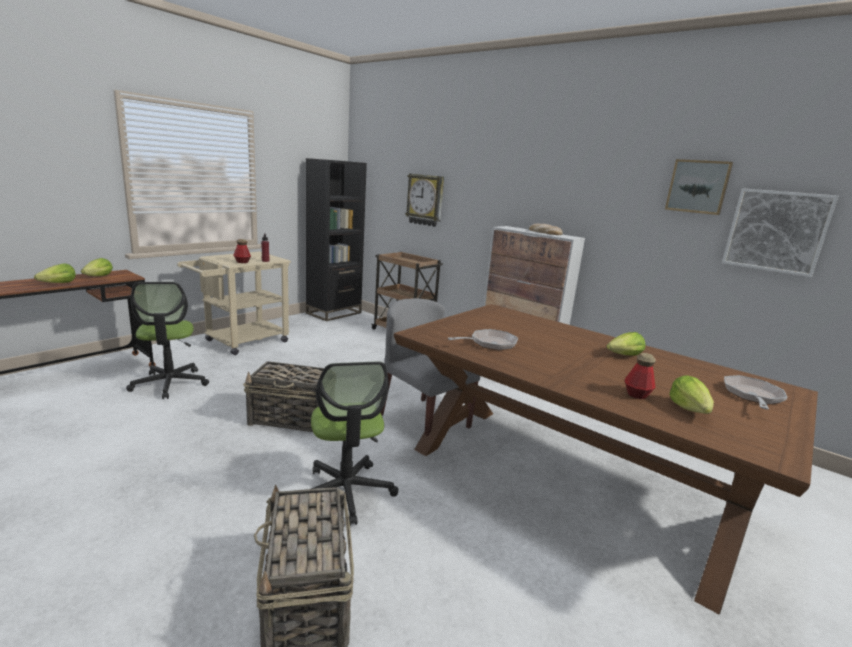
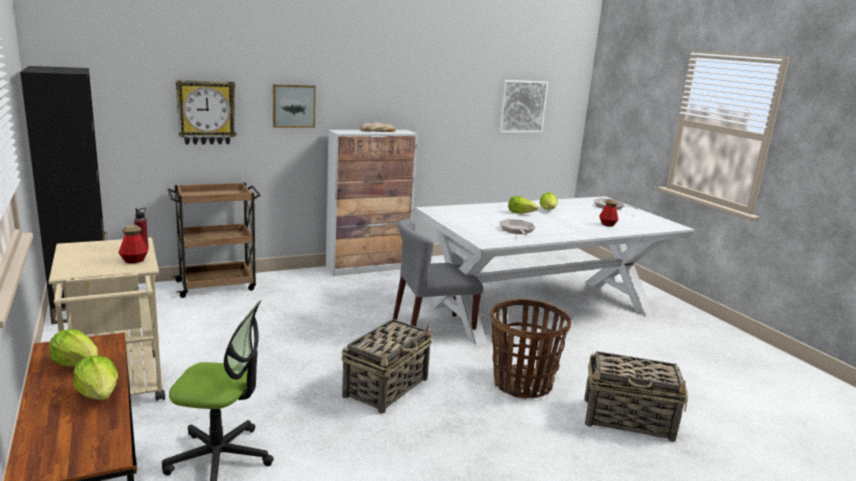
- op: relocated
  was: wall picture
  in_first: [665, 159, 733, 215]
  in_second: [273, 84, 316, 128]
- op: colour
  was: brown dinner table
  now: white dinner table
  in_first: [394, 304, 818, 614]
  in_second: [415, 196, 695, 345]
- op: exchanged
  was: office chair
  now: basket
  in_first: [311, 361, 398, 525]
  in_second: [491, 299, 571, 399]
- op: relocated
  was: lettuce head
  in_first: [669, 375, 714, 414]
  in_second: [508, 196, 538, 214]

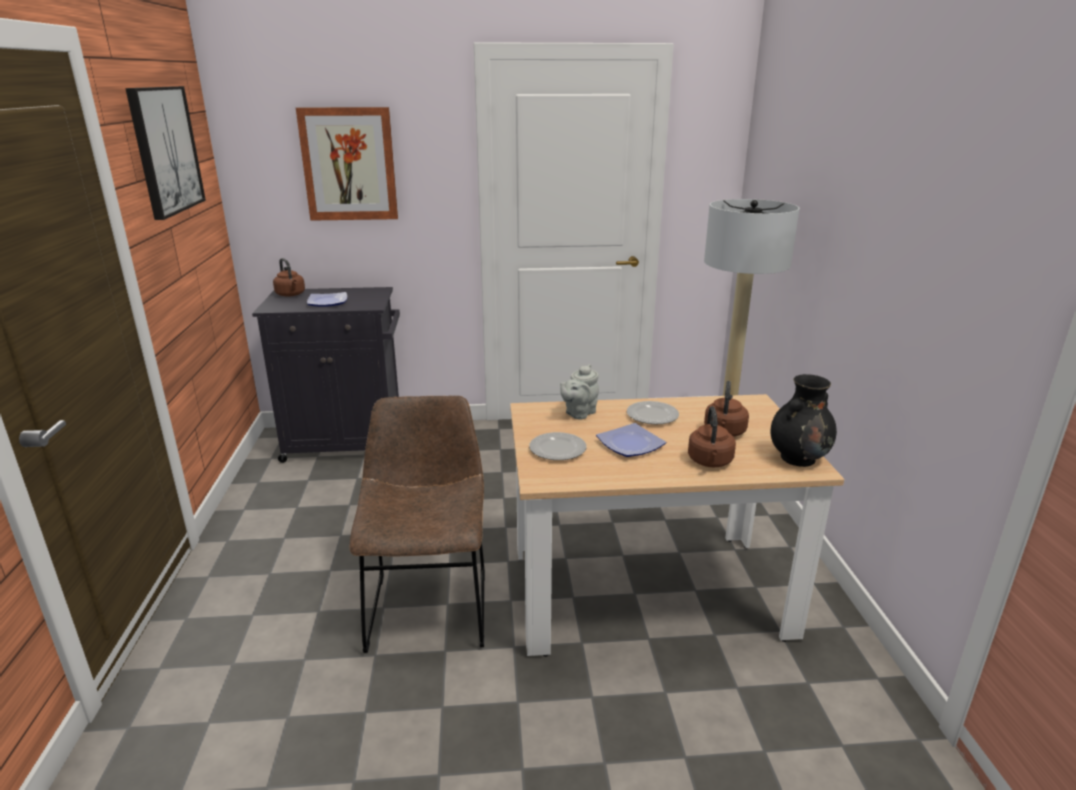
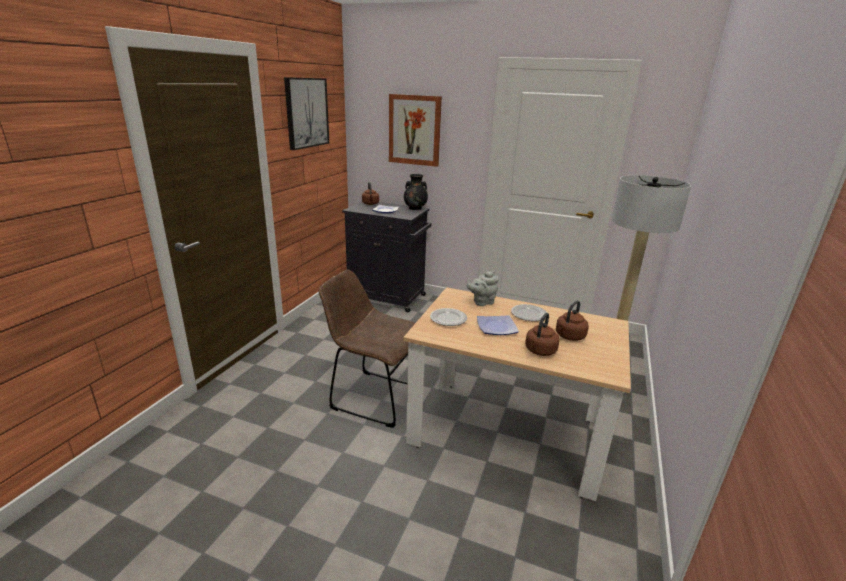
- op: spun
  was: brown plain chair
  in_first: [349, 395, 485, 653]
  in_second: [319, 270, 415, 428]
  clockwise: -90
- op: relocated
  was: black-coloured decorative vase
  in_first: [770, 374, 837, 467]
  in_second: [404, 174, 428, 210]

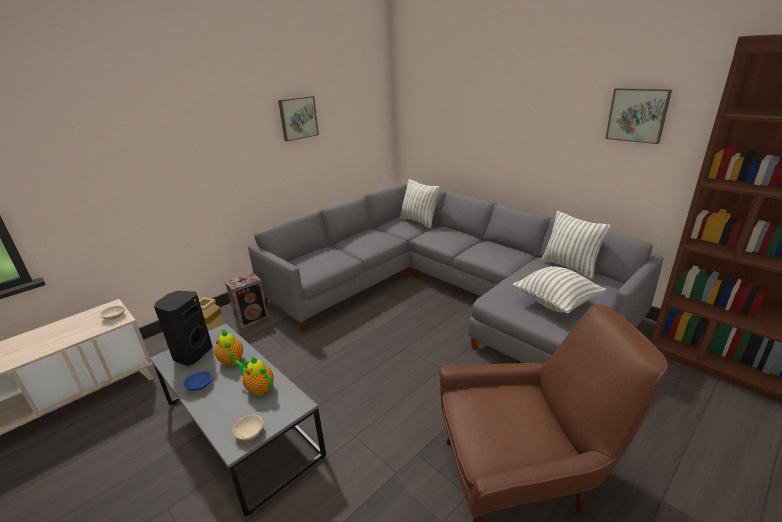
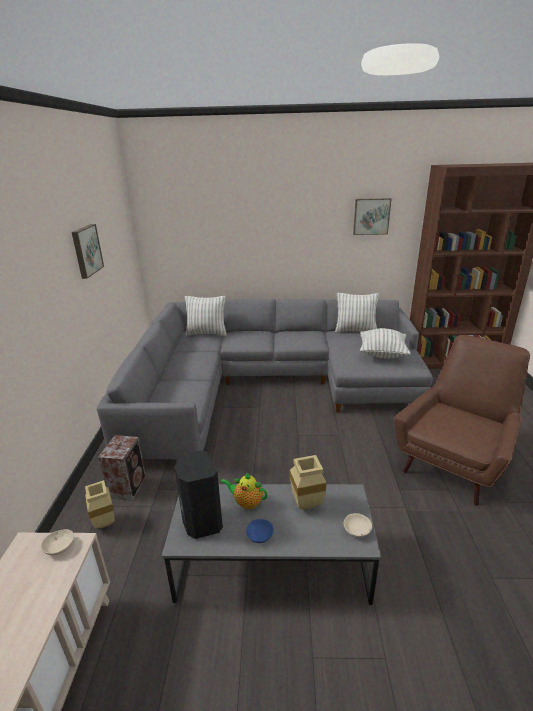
- op: exchanged
  was: pot for tea
  now: sand-coloured decorative vase
  in_first: [234, 356, 274, 396]
  in_second: [290, 455, 327, 510]

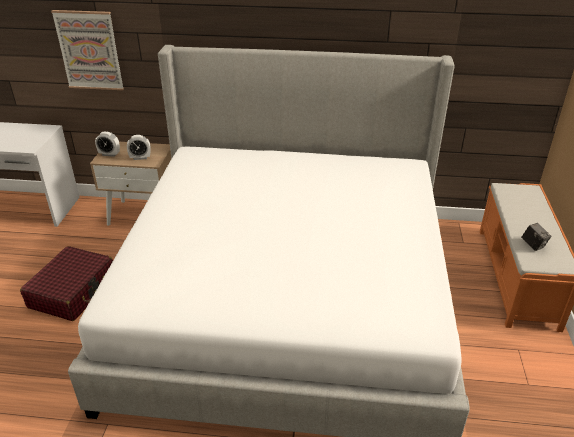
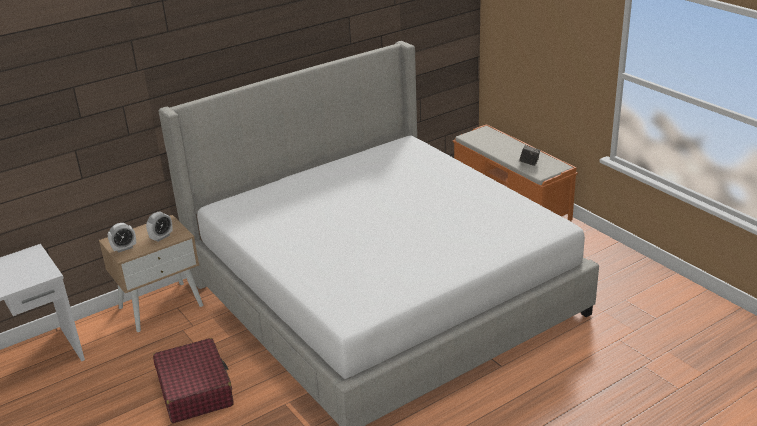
- op: missing
  was: wall picture
  in_first: [51, 10, 124, 90]

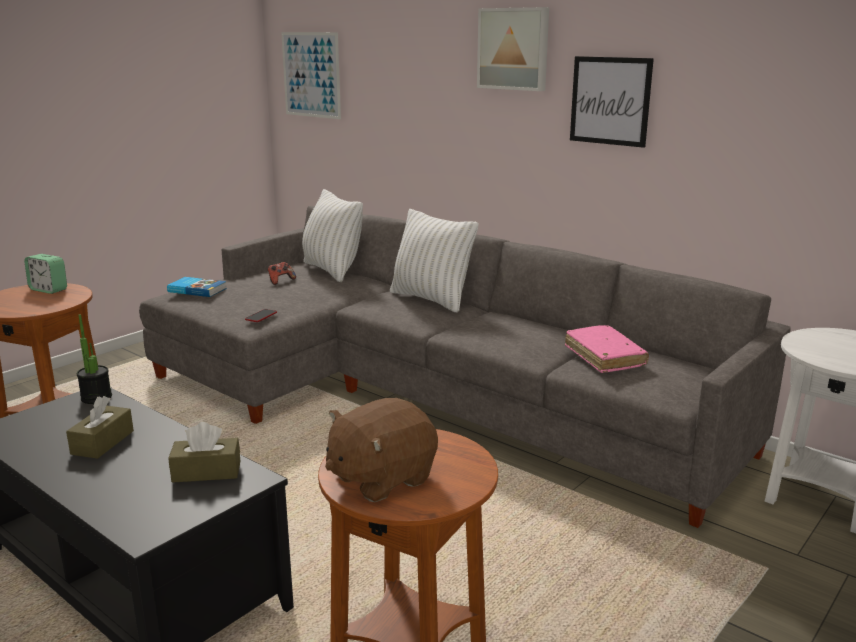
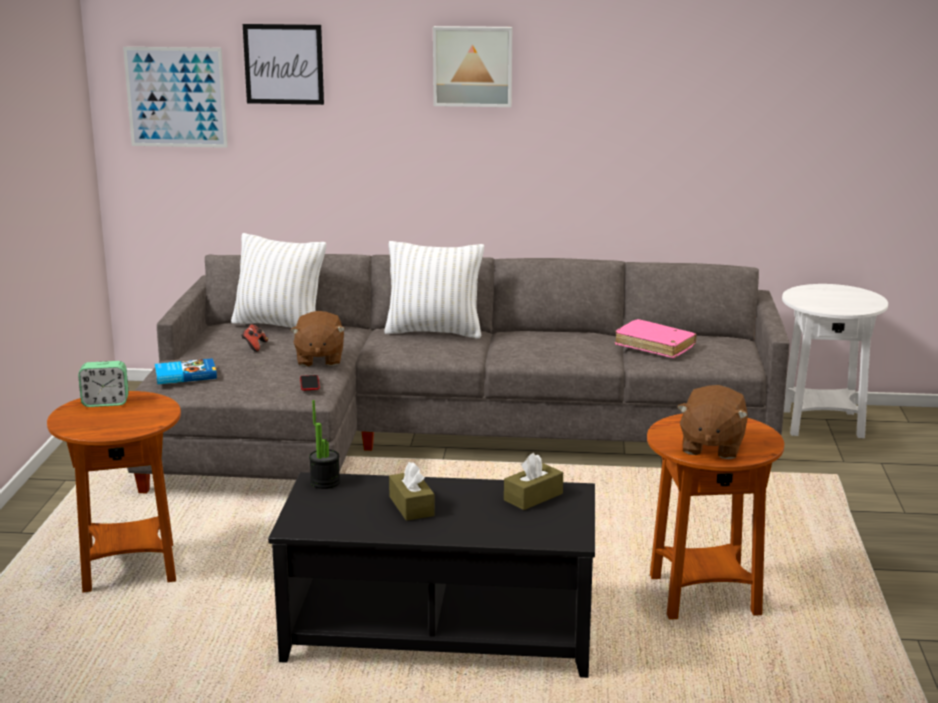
- op: relocated
  was: wall picture
  in_first: [570, 56, 654, 148]
  in_second: [243, 24, 324, 105]
- op: appeared
  now: brown soft toy
  in_second: [290, 311, 345, 366]

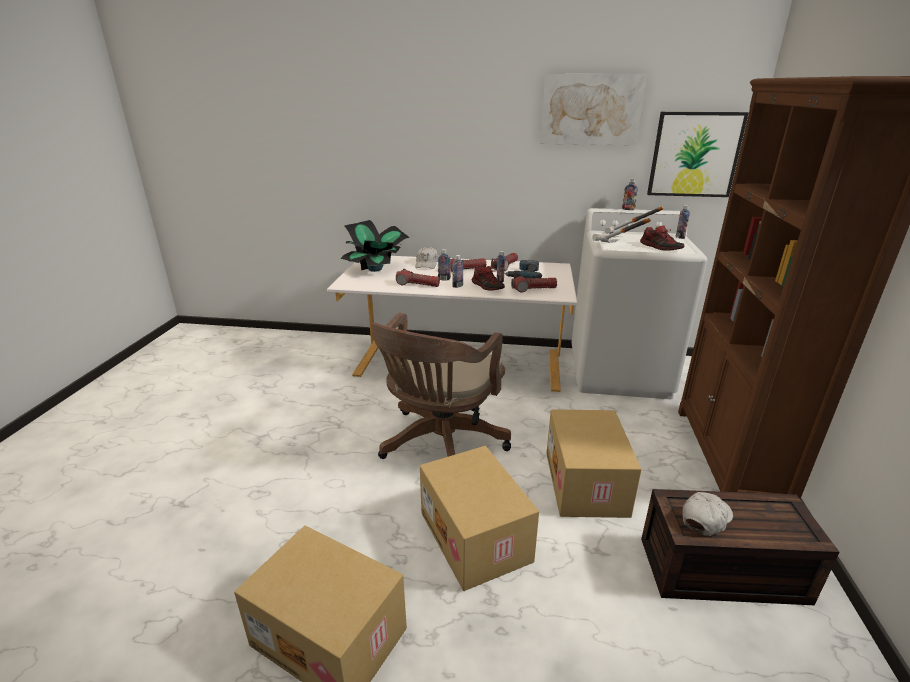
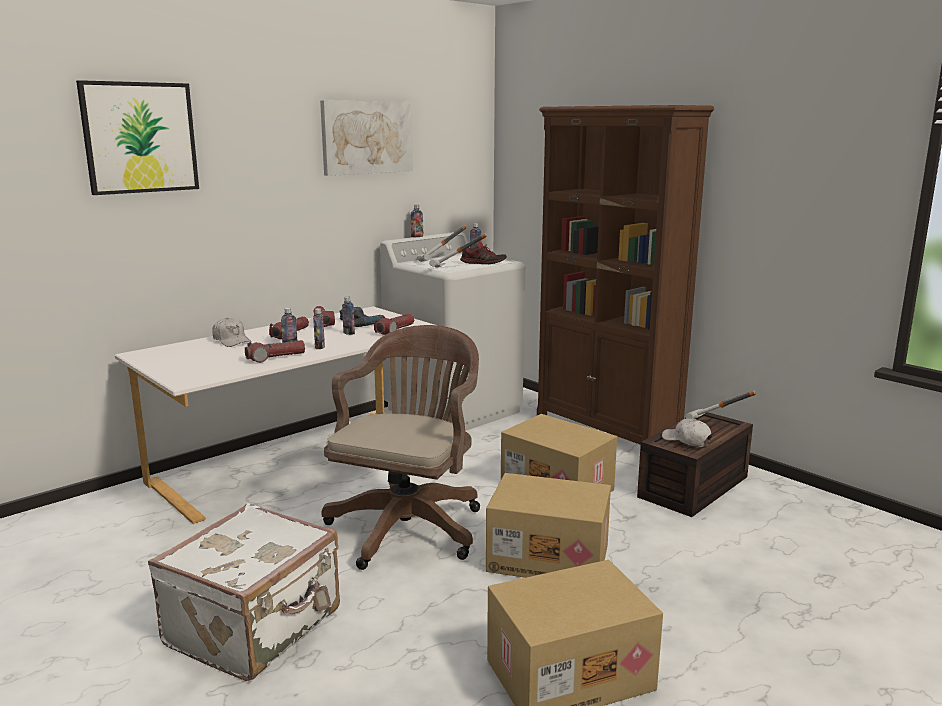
- op: relocated
  was: wall picture
  in_first: [647, 112, 749, 197]
  in_second: [76, 80, 199, 195]
- op: appeared
  now: white suitcase
  in_second: [148, 503, 340, 681]
- op: spun
  was: brown office chair
  in_first: [371, 313, 511, 459]
  in_second: [322, 325, 480, 570]
  clockwise: -135
- op: spun
  was: white cap
  in_first: [682, 492, 733, 536]
  in_second: [662, 418, 712, 447]
  clockwise: -45
- op: appeared
  now: tool hammer
  in_second: [685, 391, 756, 419]
- op: missing
  was: houseplant
  in_first: [341, 220, 410, 272]
- op: missing
  was: low shoe
  in_first: [472, 266, 505, 291]

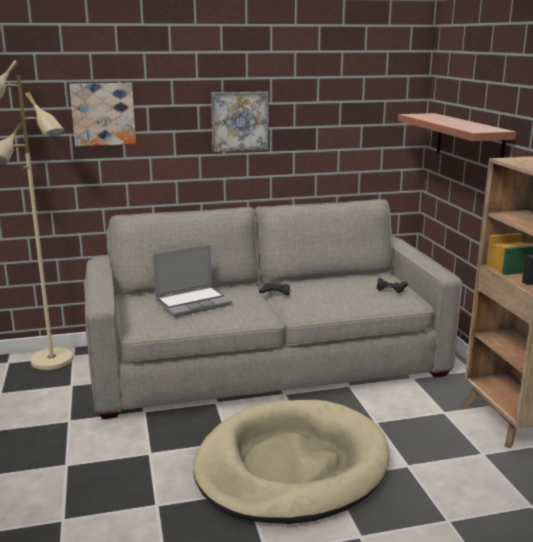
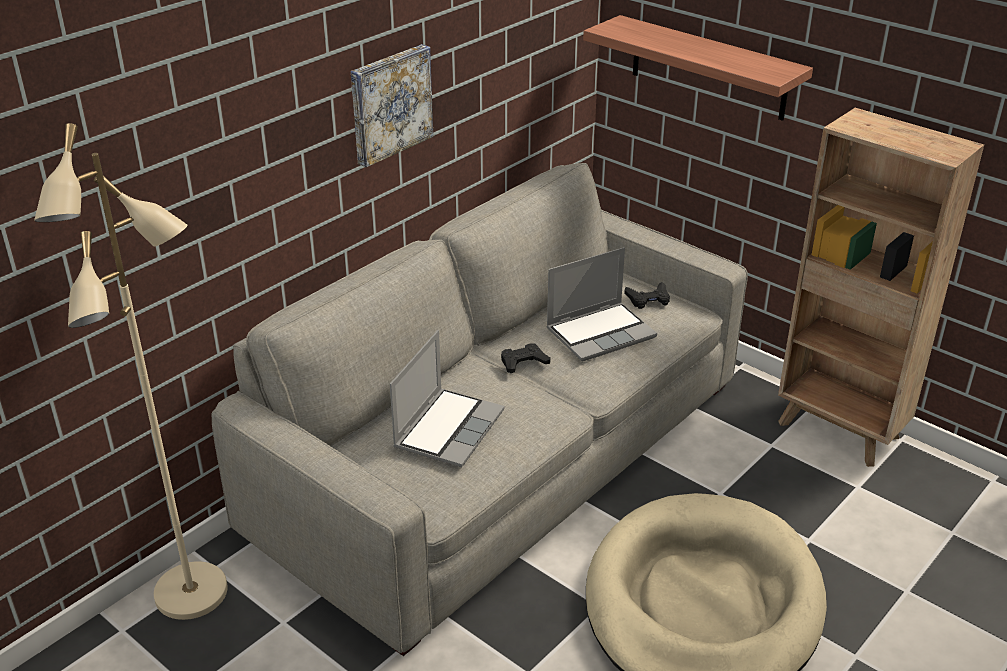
- op: appeared
  now: laptop
  in_second: [546, 247, 657, 362]
- op: missing
  was: wall picture
  in_first: [69, 83, 136, 146]

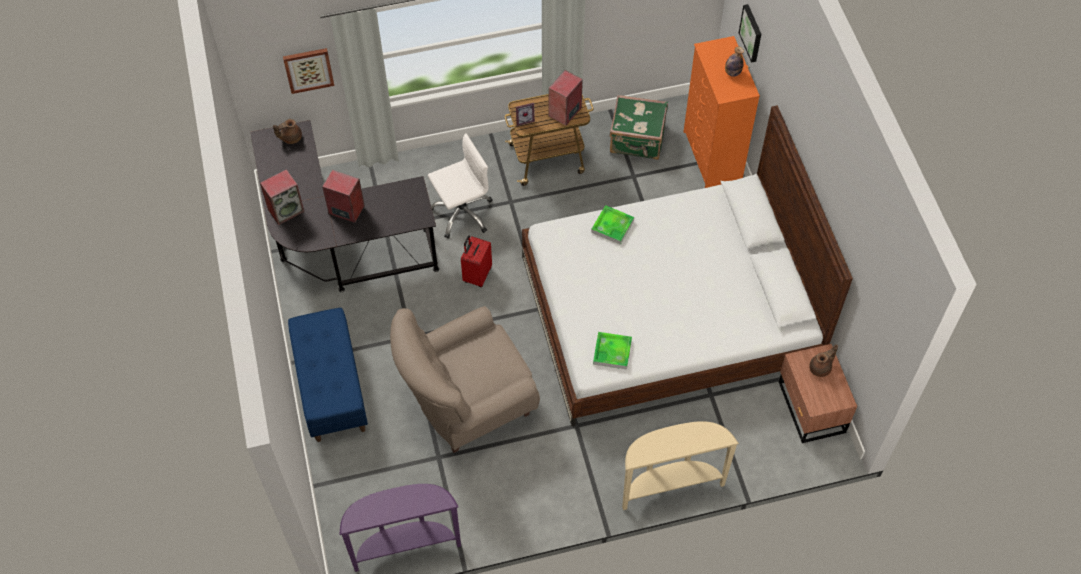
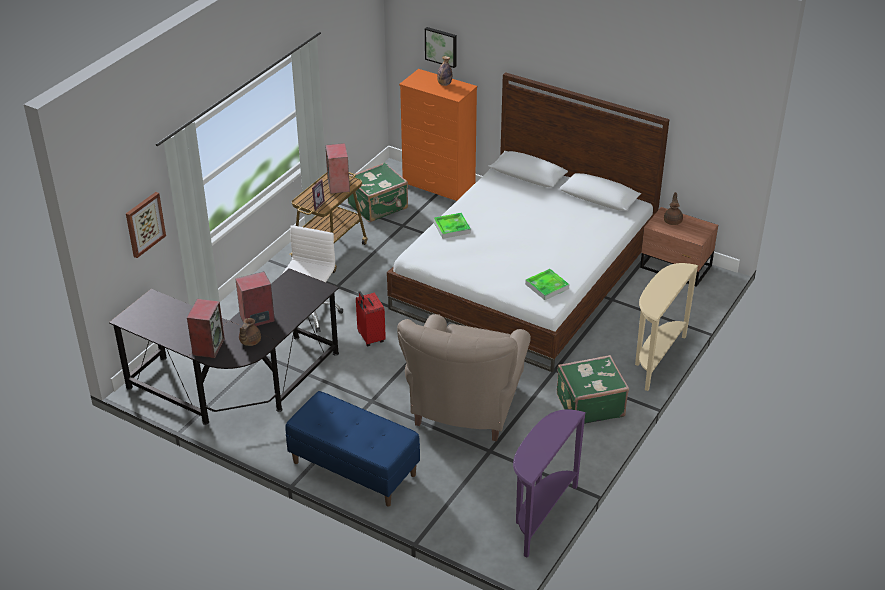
- op: relocated
  was: brown pot for tea
  in_first: [273, 119, 302, 144]
  in_second: [239, 318, 261, 346]
- op: appeared
  now: greenish suitcase
  in_second: [557, 355, 629, 424]

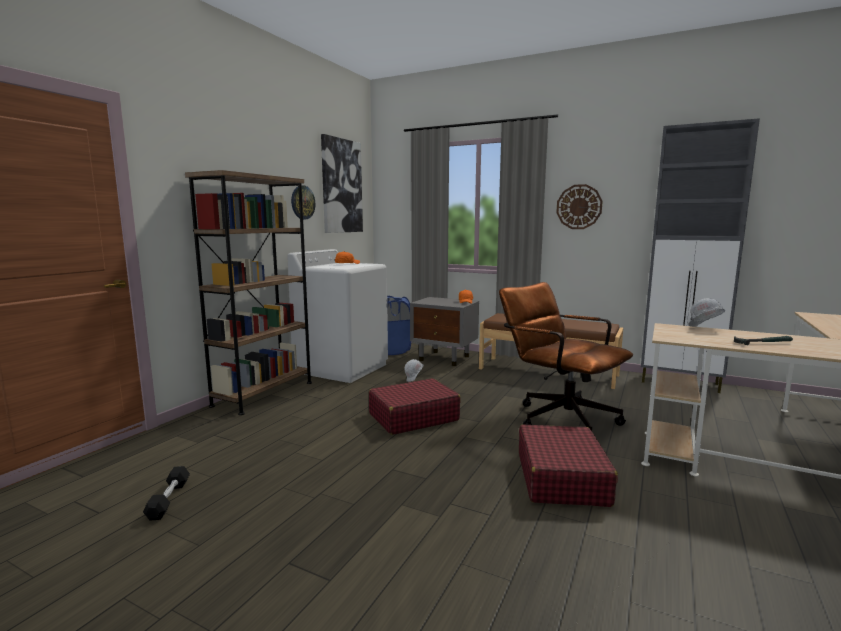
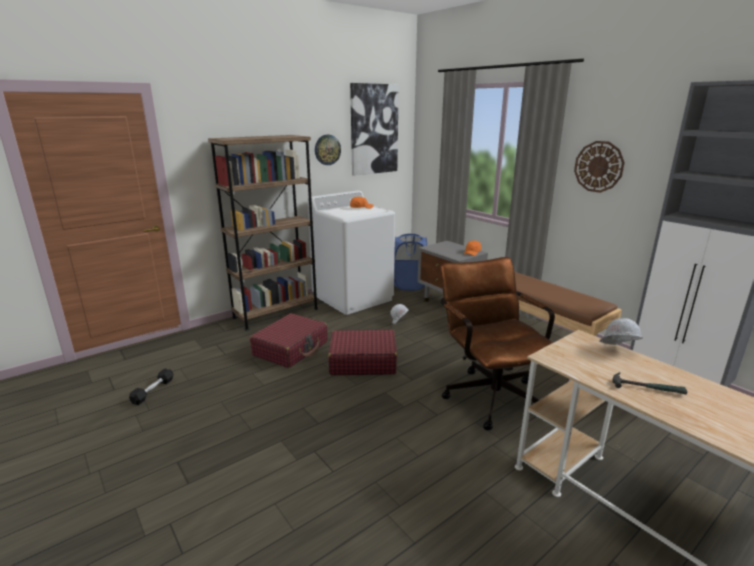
- op: relocated
  was: red suitcase
  in_first: [519, 424, 618, 507]
  in_second: [250, 313, 328, 368]

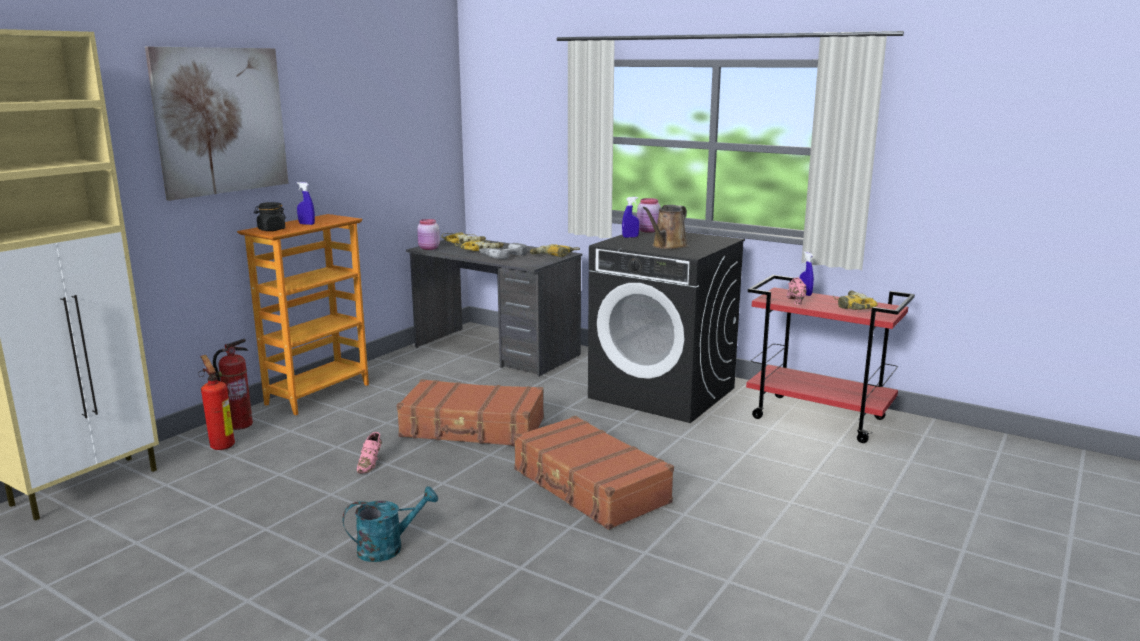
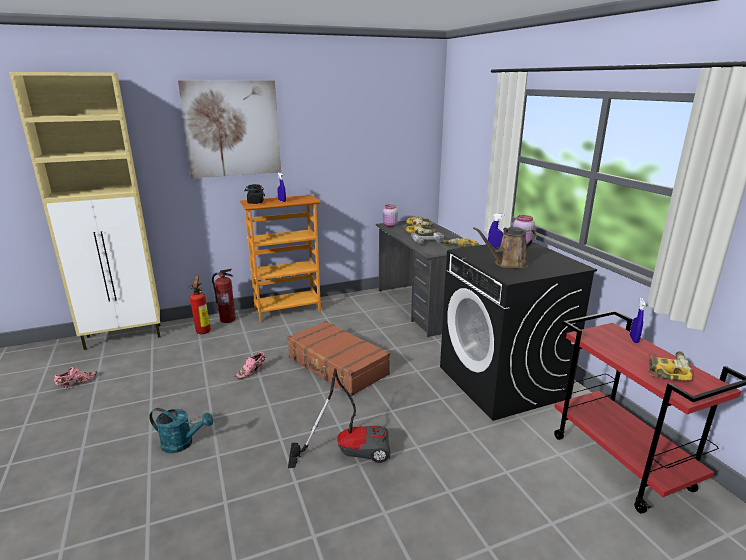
- op: relocated
  was: pink low shoe
  in_first: [787, 278, 807, 305]
  in_second: [54, 367, 97, 389]
- op: exchanged
  was: brown suitcase
  now: vacuum cleaner
  in_first: [514, 416, 674, 530]
  in_second: [288, 368, 390, 468]

